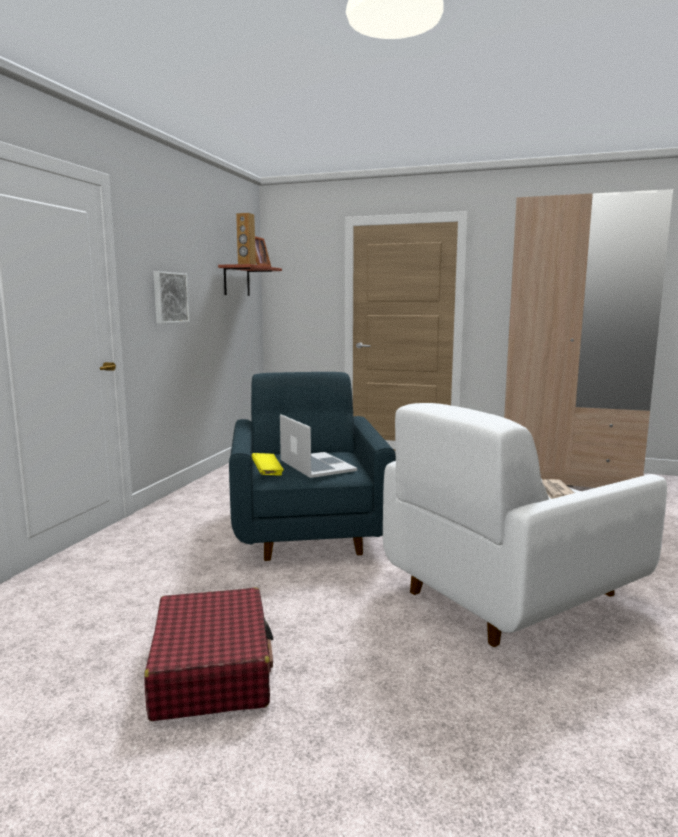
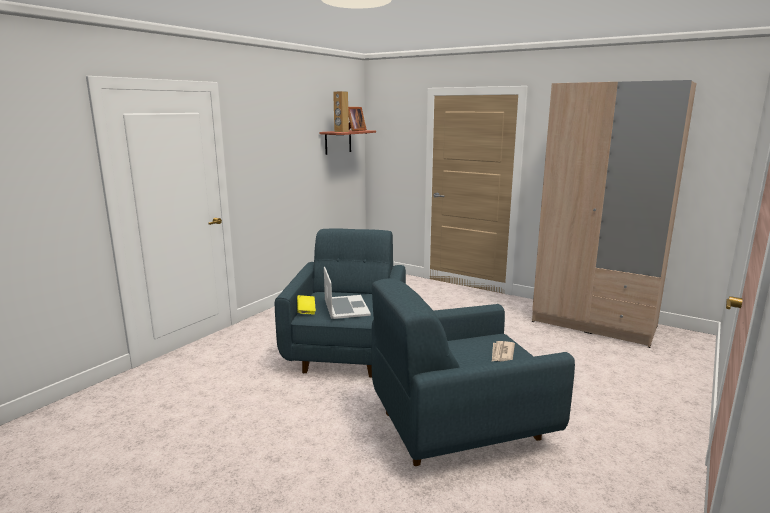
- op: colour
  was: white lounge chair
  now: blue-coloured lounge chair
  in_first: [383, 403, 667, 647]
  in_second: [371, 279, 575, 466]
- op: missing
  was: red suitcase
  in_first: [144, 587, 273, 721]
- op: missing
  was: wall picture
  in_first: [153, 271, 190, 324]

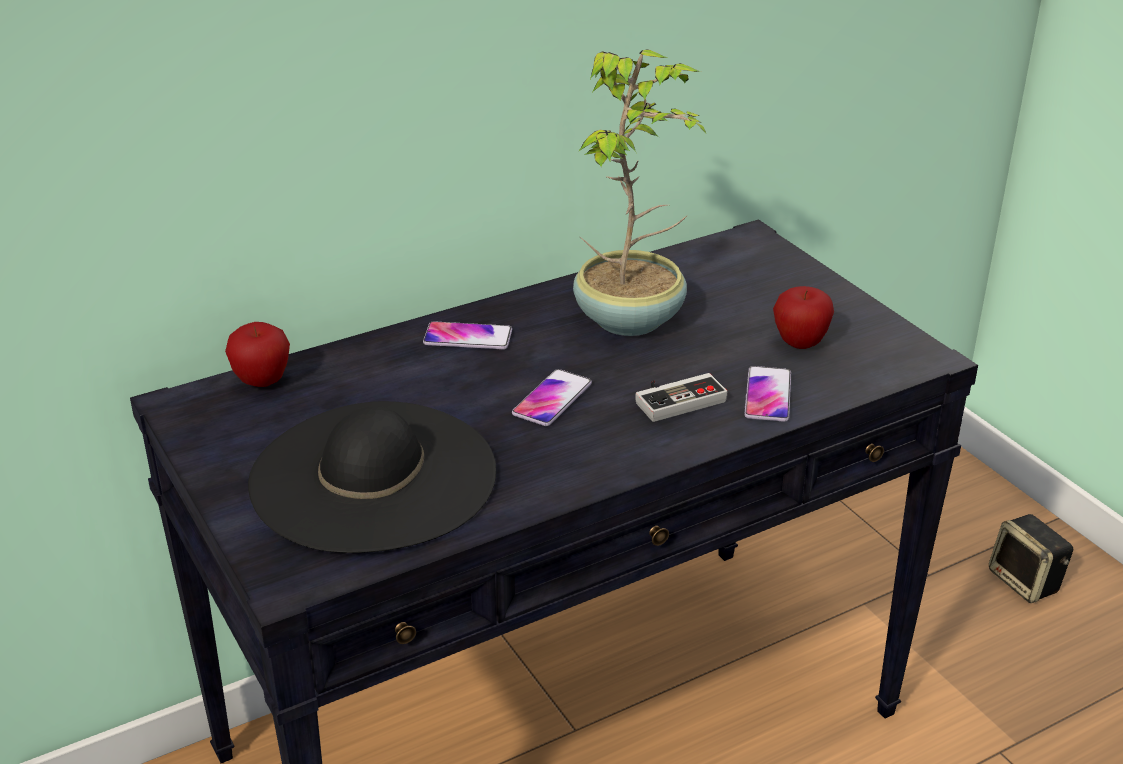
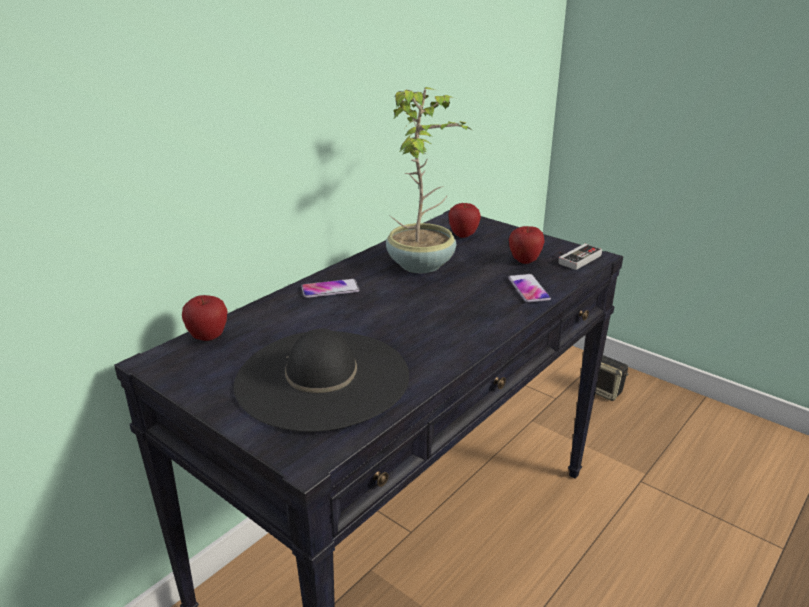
- op: appeared
  now: apple fruit
  in_second: [449, 203, 481, 238]
- op: relocated
  was: joypad
  in_first: [635, 373, 727, 422]
  in_second: [558, 244, 602, 270]
- op: missing
  was: telephone
  in_first: [512, 369, 592, 426]

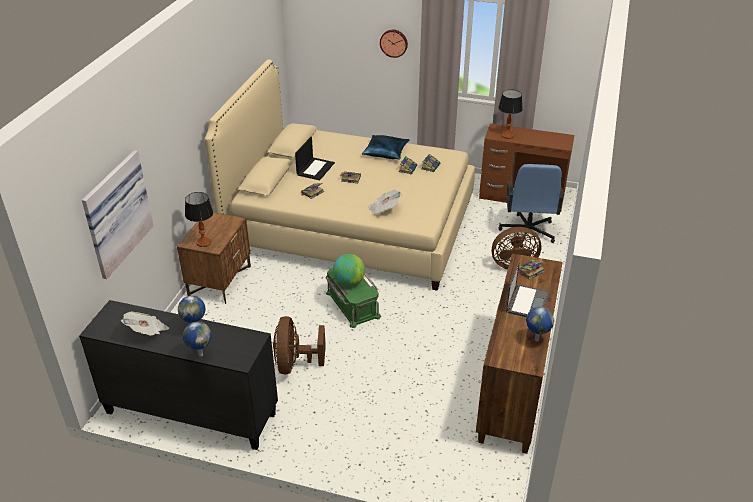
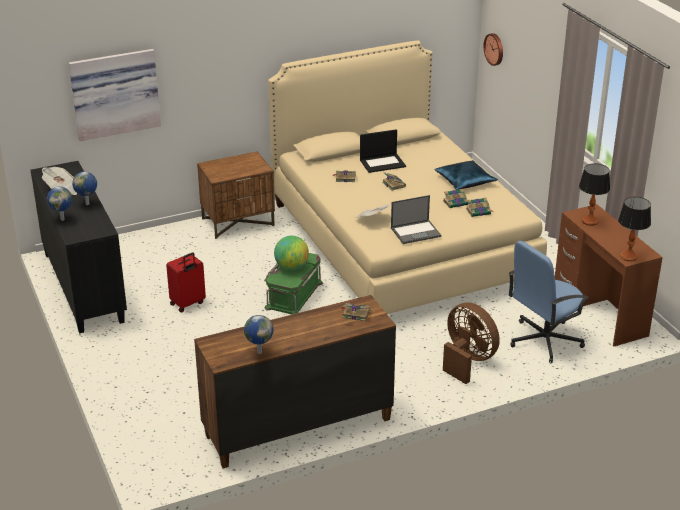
- op: exchanged
  was: brown fan
  now: red suitcase
  in_first: [273, 316, 326, 374]
  in_second: [166, 252, 206, 313]
- op: relocated
  was: laptop
  in_first: [506, 261, 549, 317]
  in_second: [391, 195, 441, 244]
- op: relocated
  was: clock on the wall
  in_first: [380, 30, 408, 58]
  in_second: [484, 33, 503, 66]
- op: relocated
  was: lamp for a table
  in_first: [185, 192, 213, 247]
  in_second: [618, 197, 651, 262]

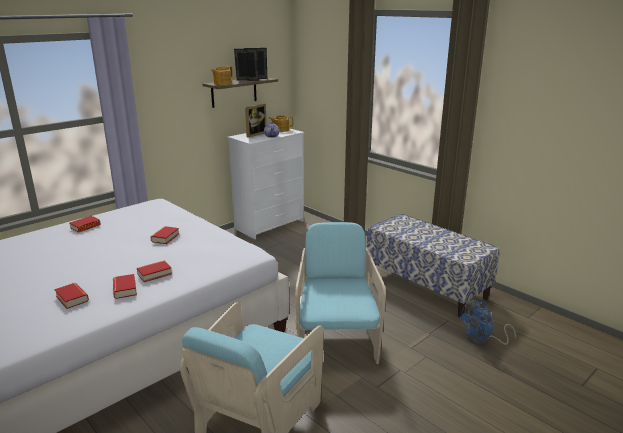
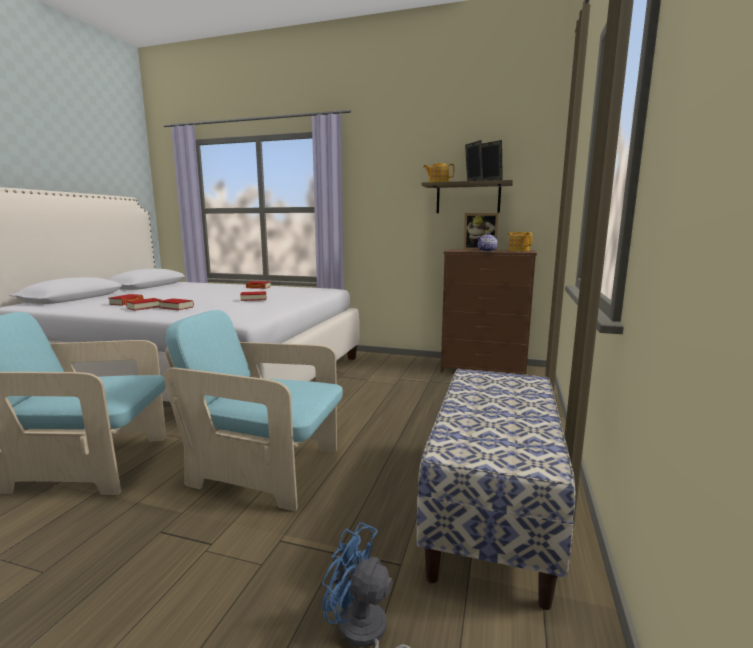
- op: spun
  was: blue-green lounge chair
  in_first: [295, 222, 386, 364]
  in_second: [164, 310, 343, 511]
  clockwise: -135
- op: colour
  was: white drawer chest
  now: brown drawer chest
  in_first: [227, 128, 304, 239]
  in_second: [441, 249, 537, 375]

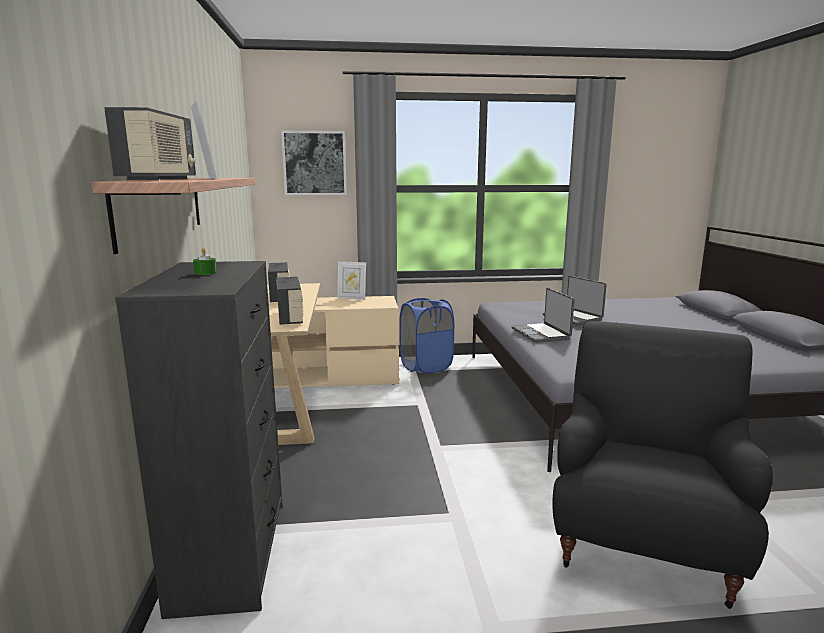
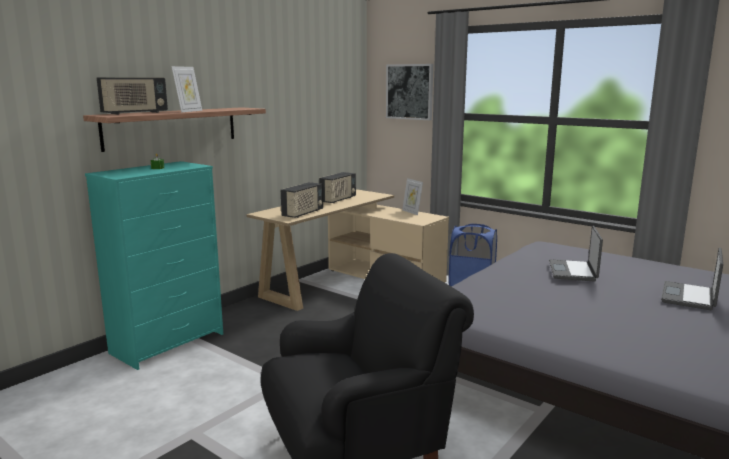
- op: colour
  was: black-coloured drawer chest
  now: blue-green drawer chest
  in_first: [115, 261, 283, 619]
  in_second: [85, 161, 223, 370]
- op: relocated
  was: laptop
  in_first: [511, 288, 575, 343]
  in_second: [661, 248, 723, 310]

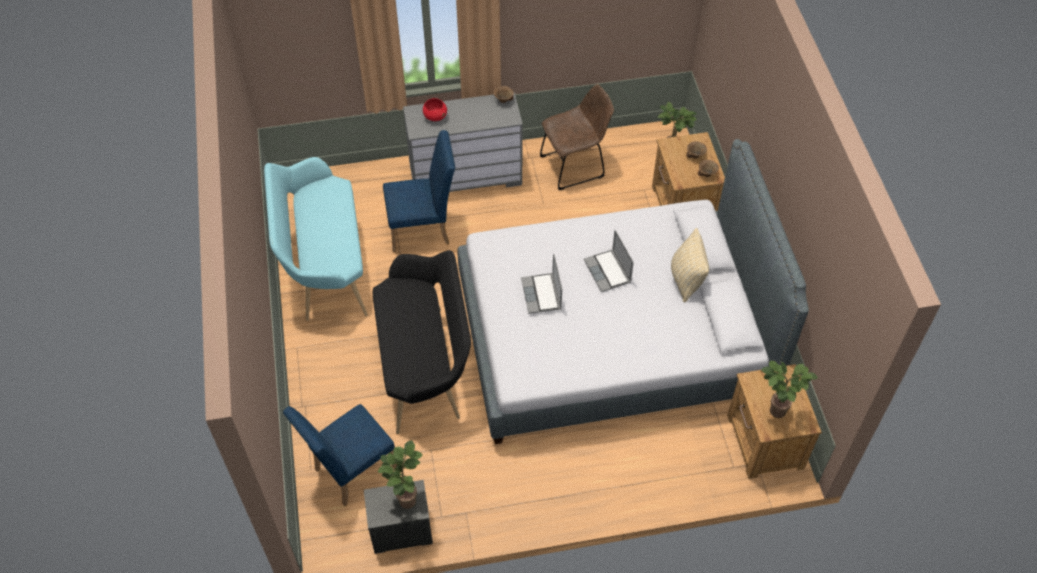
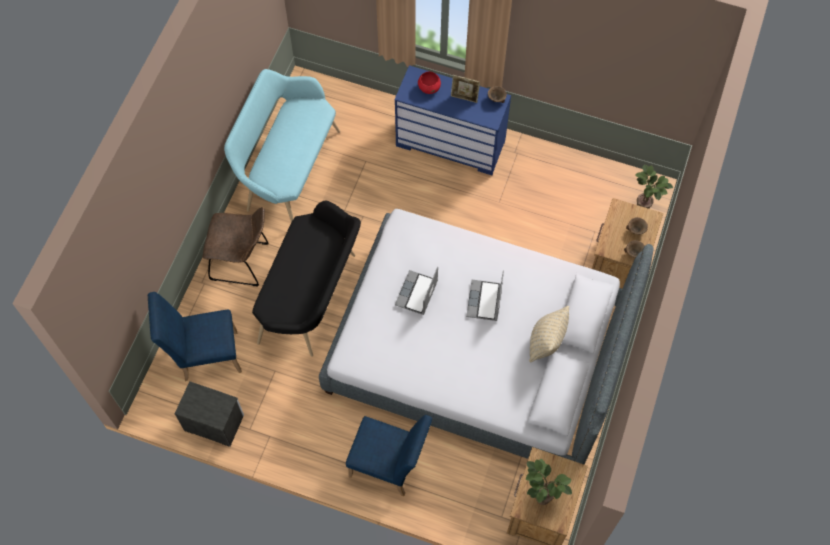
- op: relocated
  was: brown plain chair
  in_first: [540, 84, 614, 190]
  in_second: [202, 207, 268, 286]
- op: relocated
  was: blue-coloured plain chair
  in_first: [383, 130, 455, 252]
  in_second: [346, 415, 432, 496]
- op: colour
  was: greyish drawer chest
  now: blue-coloured drawer chest
  in_first: [403, 92, 523, 192]
  in_second: [394, 65, 511, 175]
- op: appeared
  now: standing frame
  in_second: [451, 75, 480, 103]
- op: missing
  was: houseplant
  in_first: [378, 440, 422, 509]

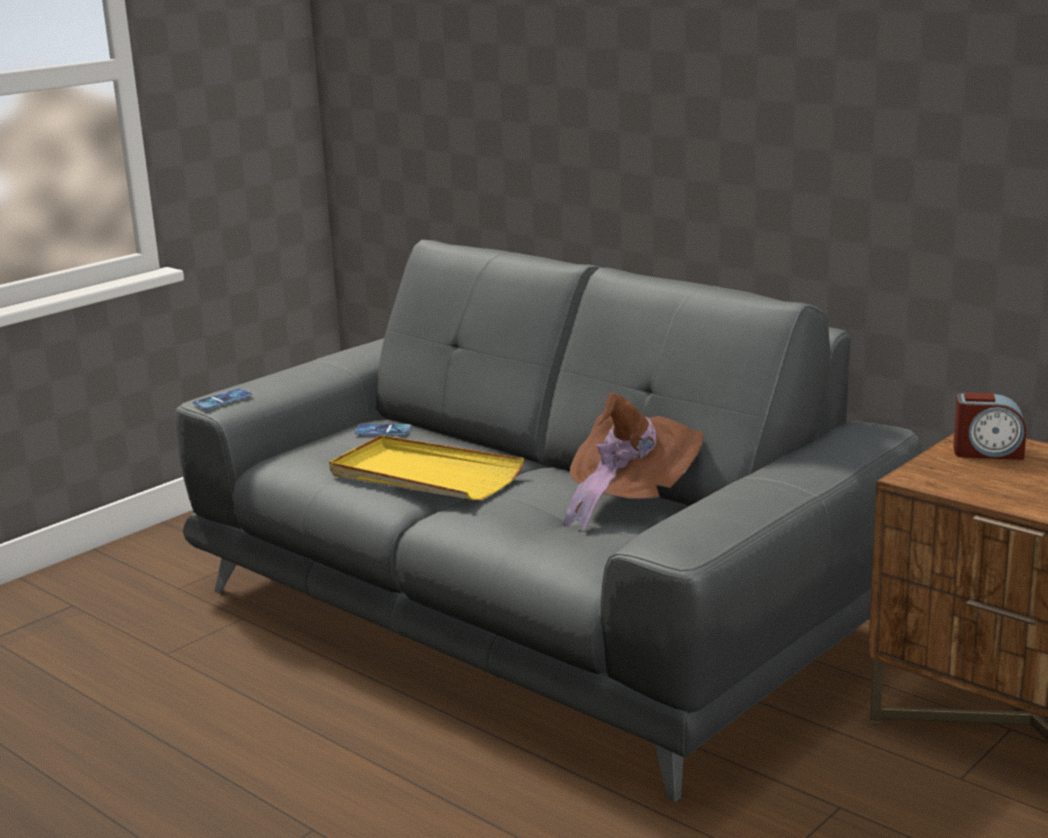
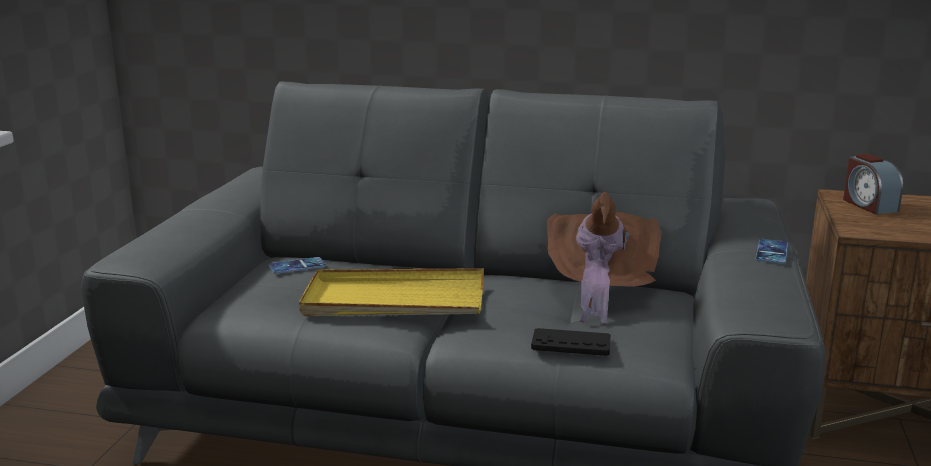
- op: appeared
  now: black-coloured joypad
  in_second: [531, 328, 611, 356]
- op: relocated
  was: telephone
  in_first: [193, 388, 252, 409]
  in_second: [756, 239, 788, 264]
- op: spun
  was: bedside clock
  in_first: [953, 392, 1026, 460]
  in_second: [843, 154, 903, 215]
  clockwise: 90

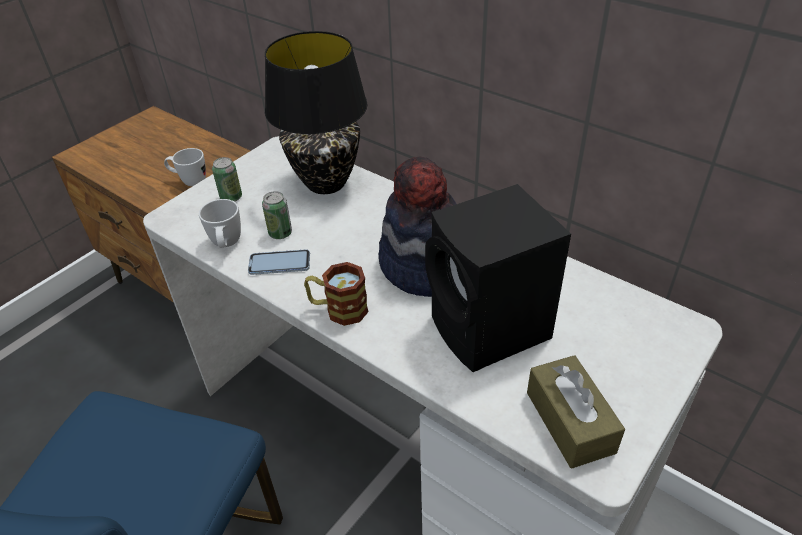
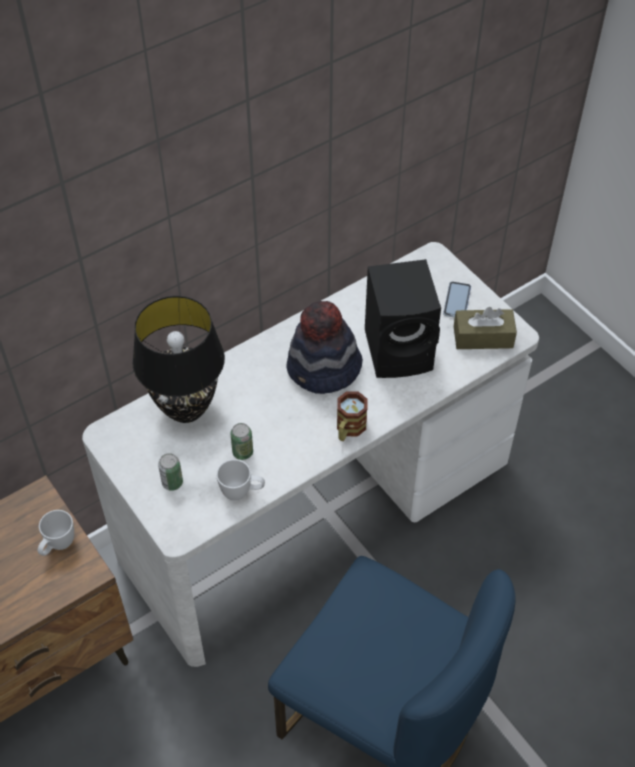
- op: relocated
  was: telephone
  in_first: [248, 249, 310, 275]
  in_second: [443, 281, 471, 318]

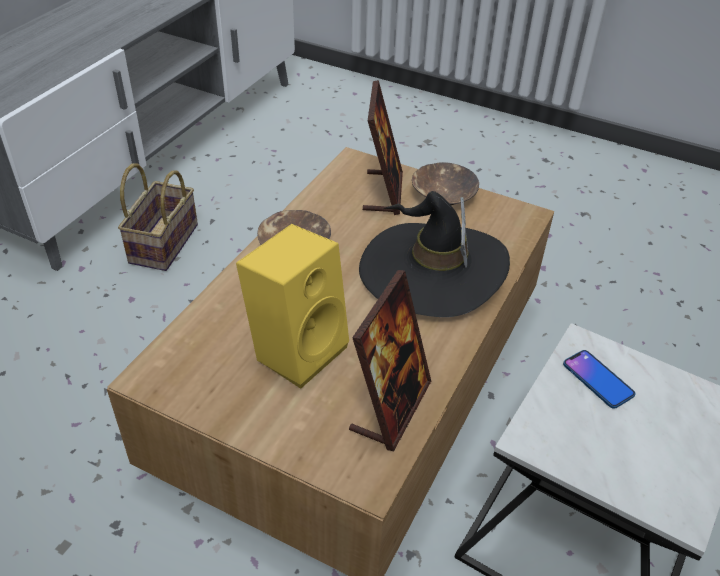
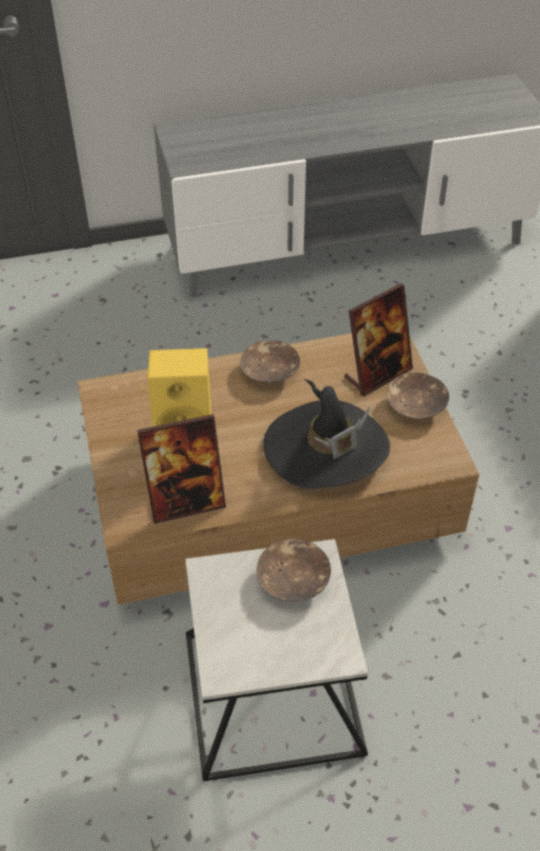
- op: exchanged
  was: telephone
  now: brown bowl
  in_first: [563, 350, 635, 409]
  in_second: [256, 539, 331, 602]
- op: missing
  was: basket
  in_first: [118, 163, 198, 271]

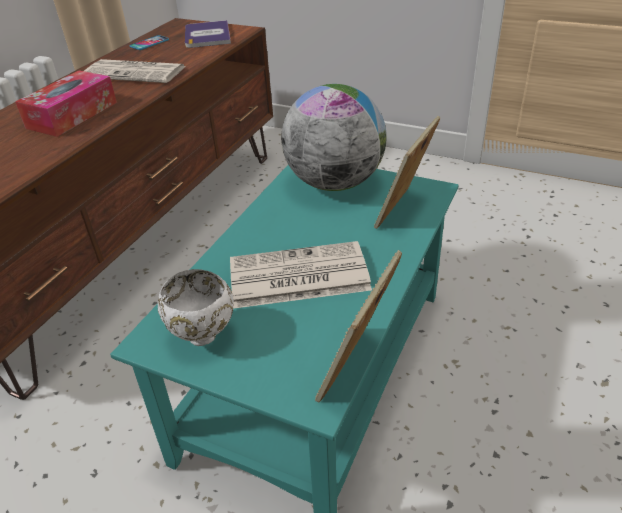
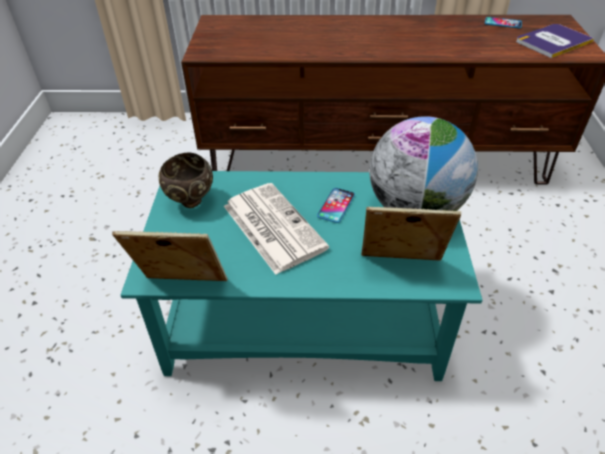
- op: colour
  was: white bowl
  now: brown bowl
  in_first: [158, 269, 234, 346]
  in_second: [159, 152, 213, 208]
- op: appeared
  now: telephone
  in_second: [317, 188, 355, 223]
- op: missing
  was: box of tissues
  in_first: [15, 70, 117, 137]
- op: missing
  was: daily paper
  in_first: [84, 59, 186, 83]

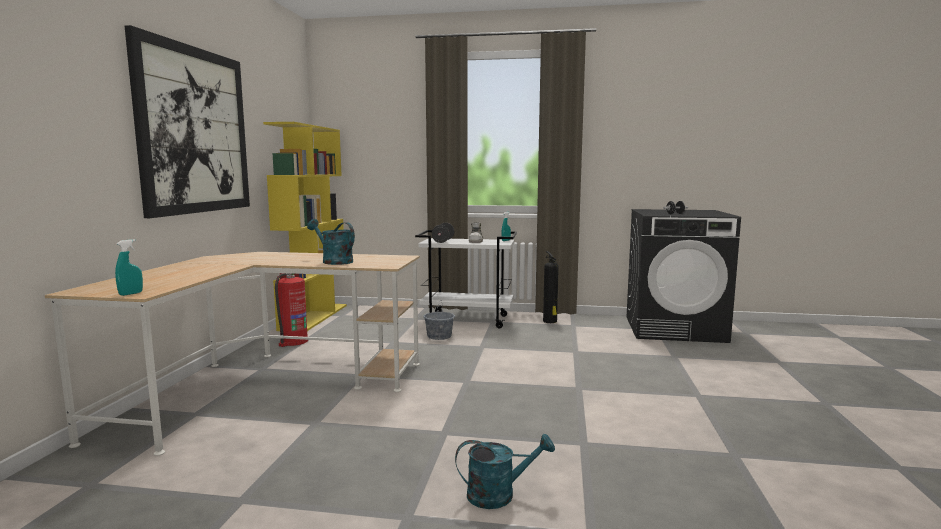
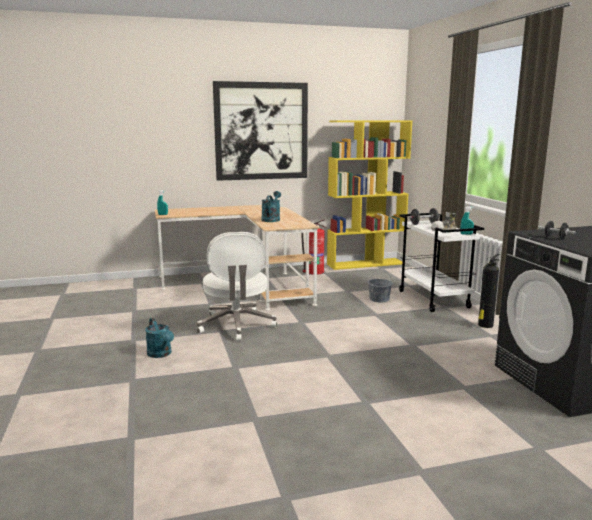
- op: appeared
  now: white office chair
  in_second: [197, 232, 277, 341]

